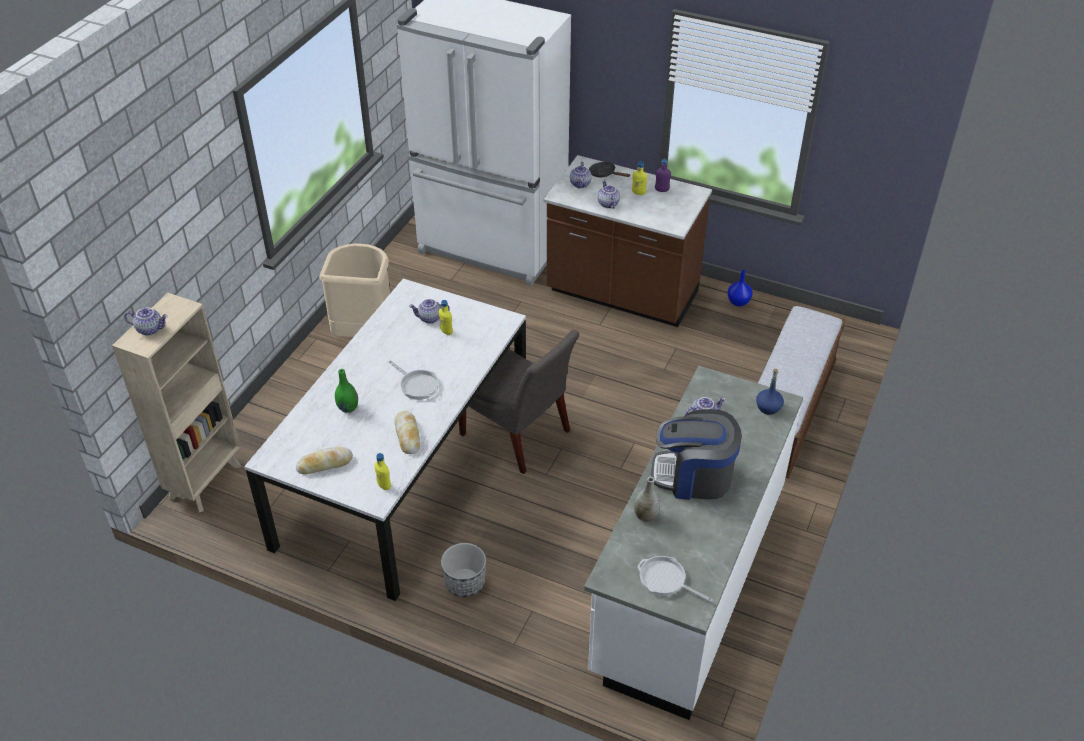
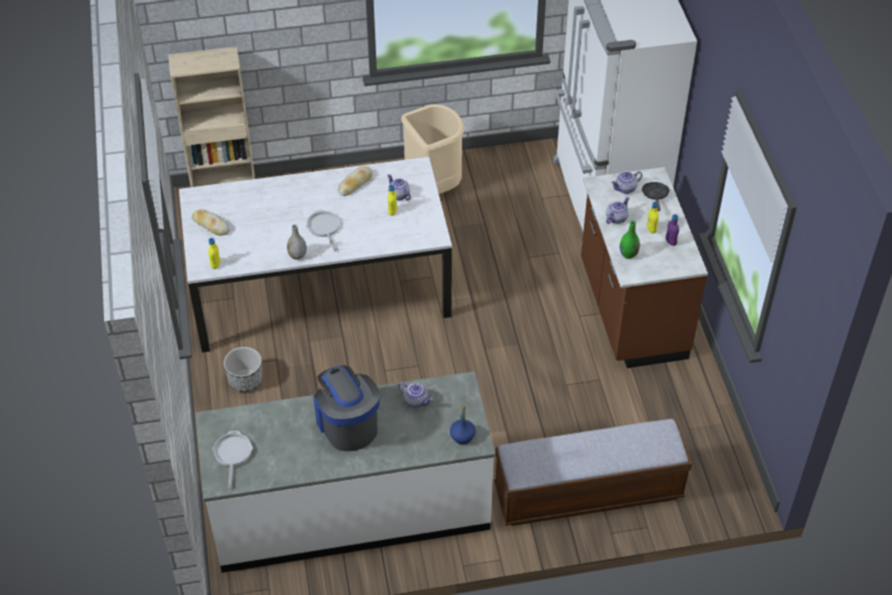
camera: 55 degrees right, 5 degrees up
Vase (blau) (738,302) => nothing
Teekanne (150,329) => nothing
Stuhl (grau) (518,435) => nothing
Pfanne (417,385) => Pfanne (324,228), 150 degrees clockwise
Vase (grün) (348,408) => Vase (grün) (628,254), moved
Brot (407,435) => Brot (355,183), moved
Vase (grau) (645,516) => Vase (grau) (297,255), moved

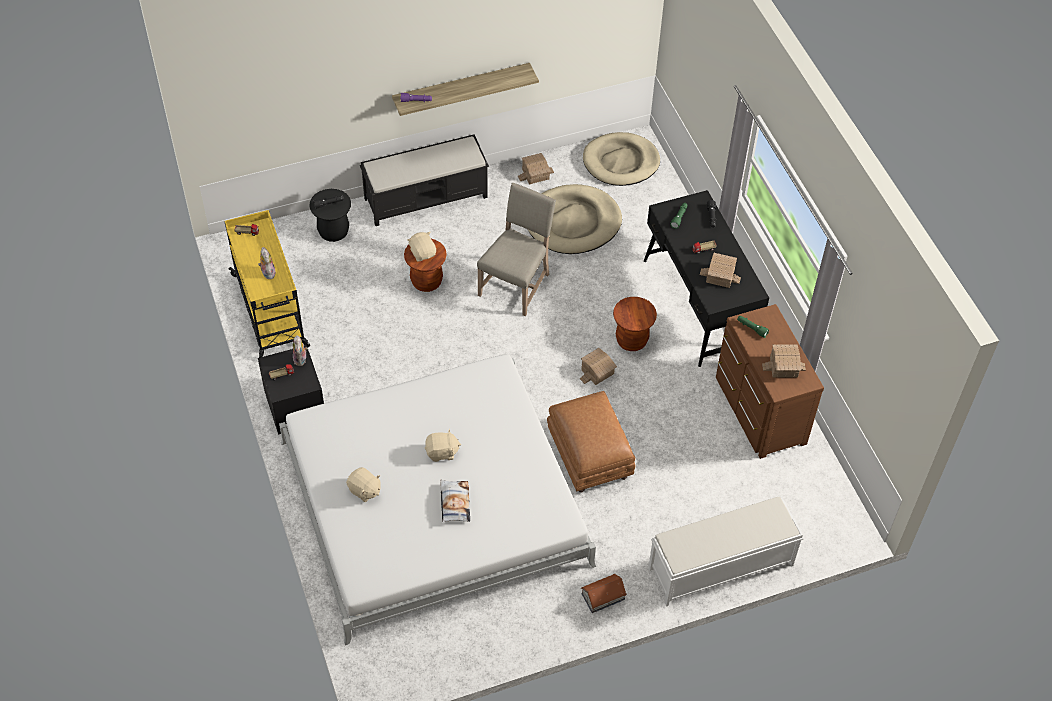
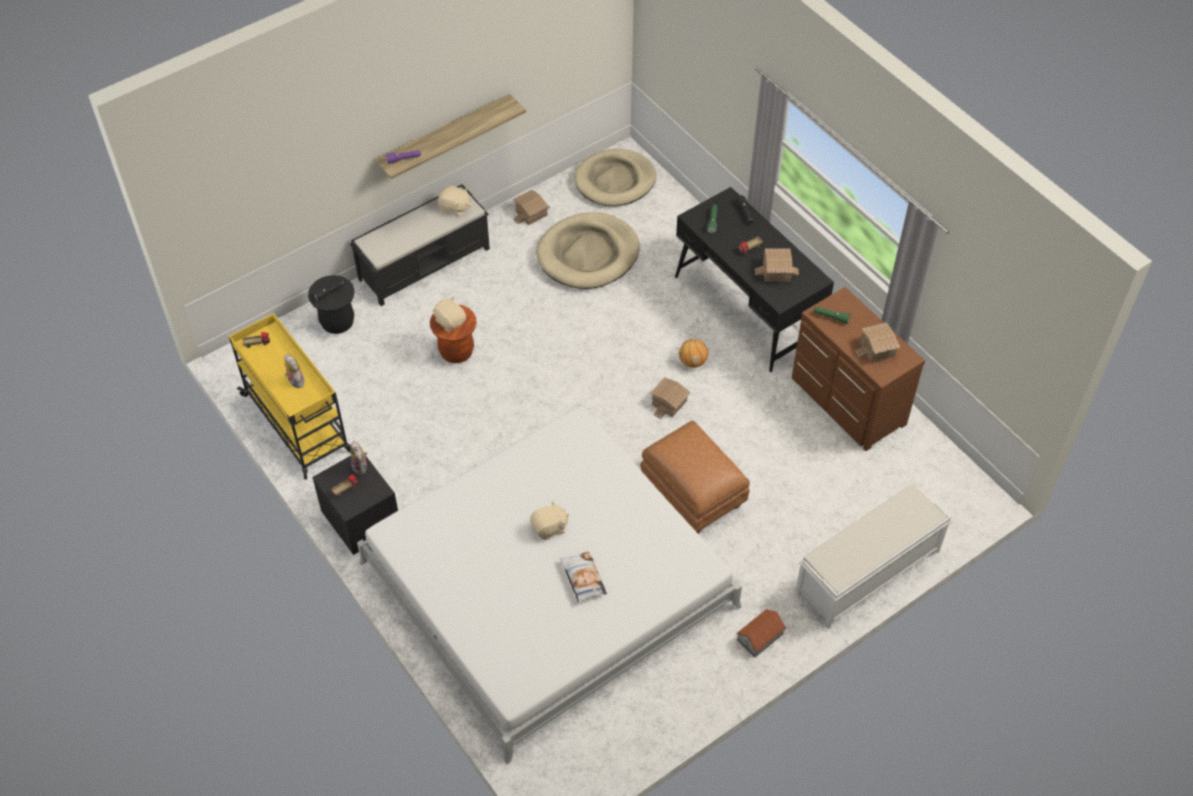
camera: 15 degrees left, 0 degrees up
Stuhl (beige) (516,284) => nothing
Hocker (braun) (631,340) => Basketball (692,362)
Plüschtier (beige) (364,490) => Plüschtier (beige) (455,208), moved

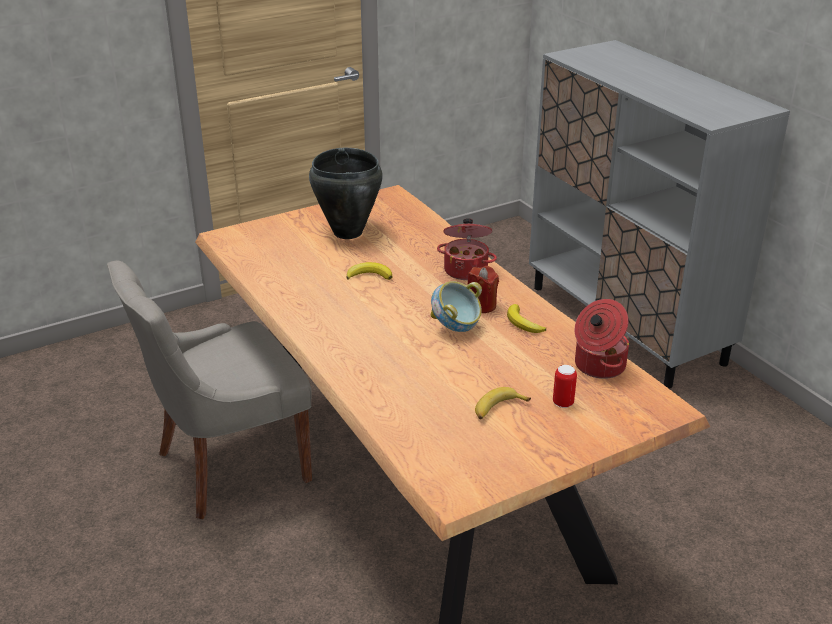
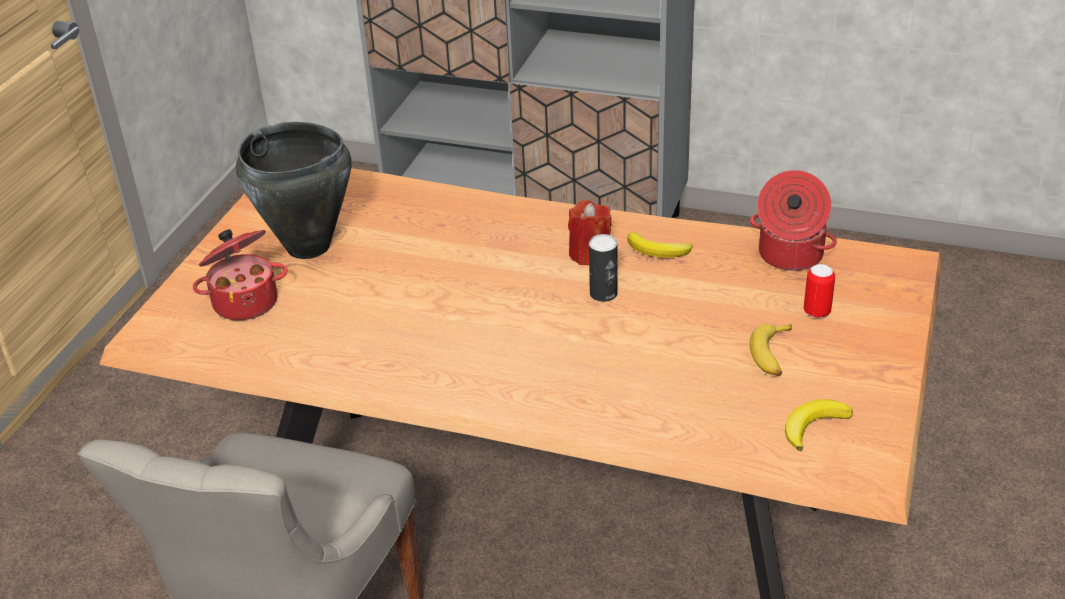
camera: 40 degrees left, 5 degrees up
Kochtopf (466,270) => Kochtopf (245,301), moved
Banane (369,275) => Banane (813,426), moved
Schüssel (456,328) => Dose (603,294)

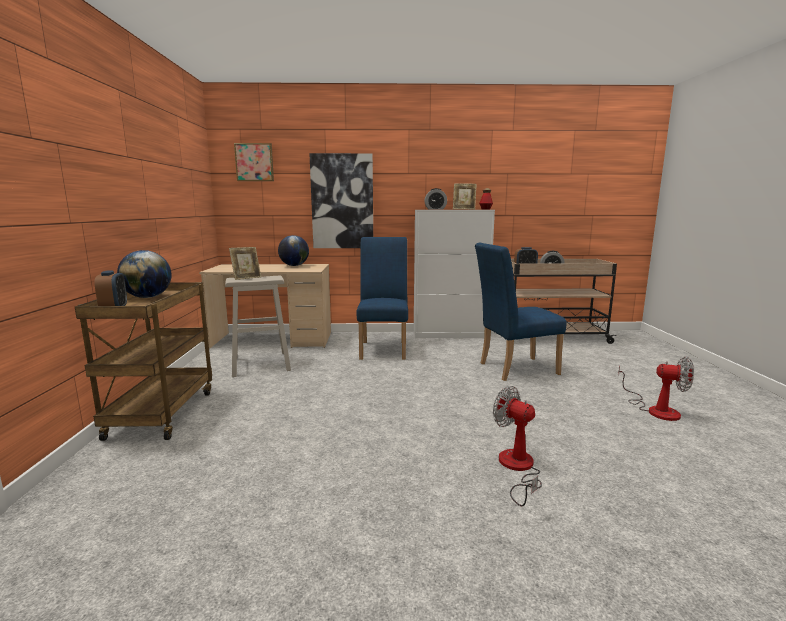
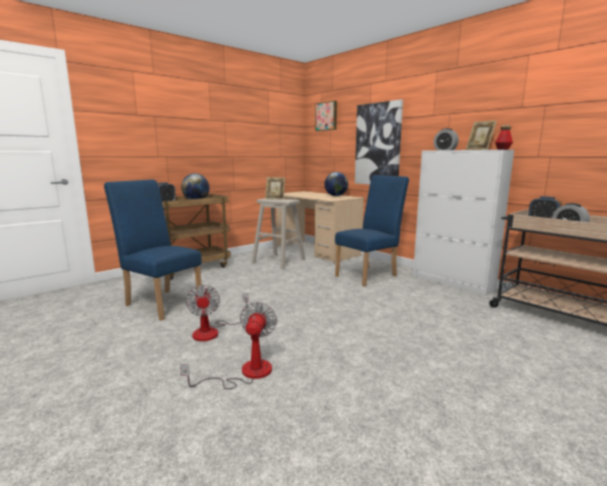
camera: 50 degrees right, 0 degrees up
Stuhl (blau) (513,369) => Stuhl (blau) (161,302), moved
Ventilator (655,409) => Ventilator (213,331), moved

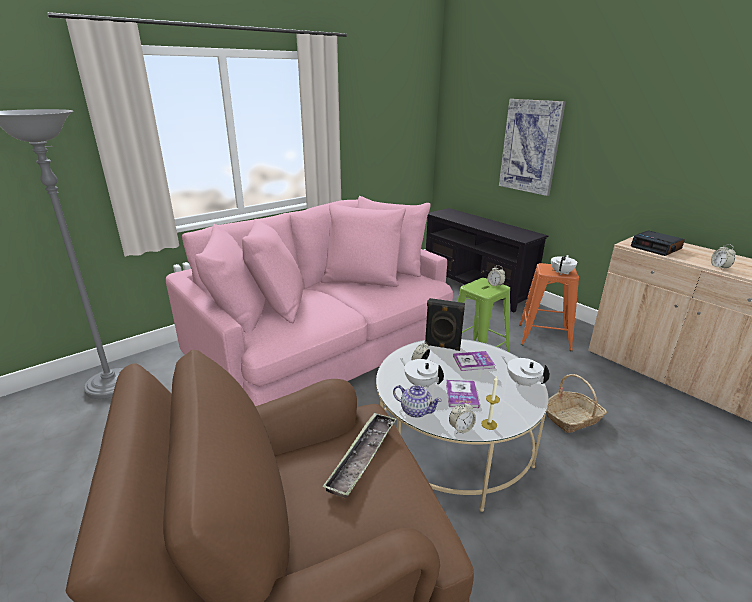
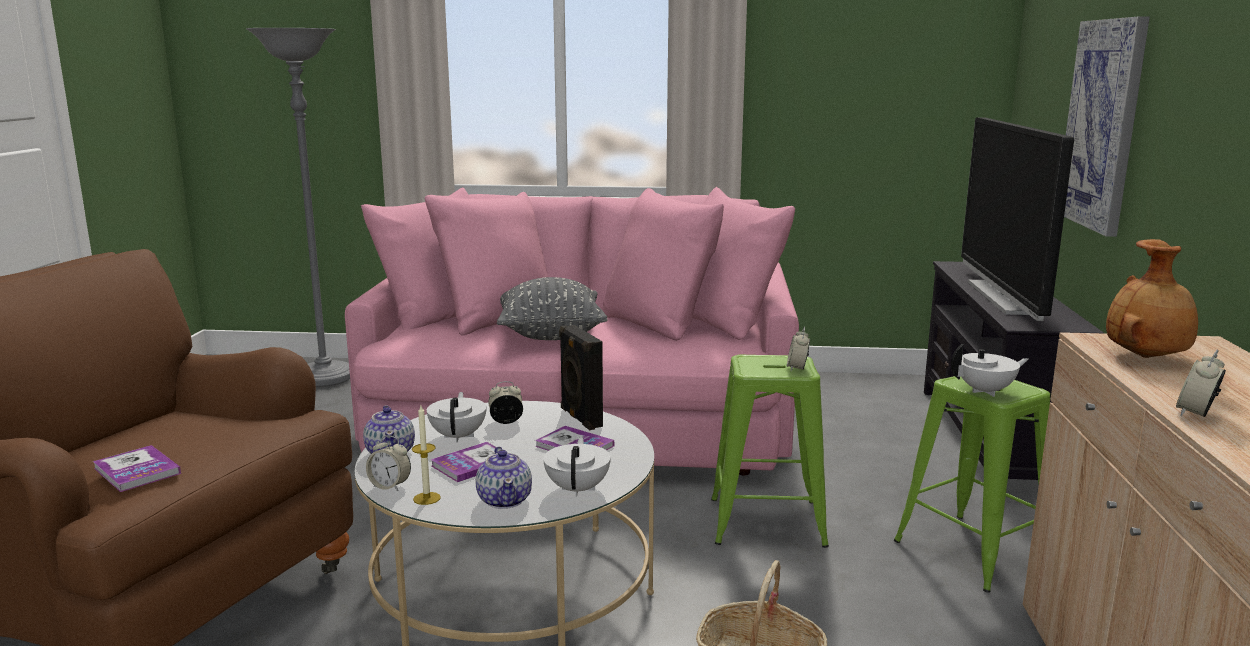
camera: 45 degrees right, 10 degrees down
Wecker (656,248) => Vase (braun) (1147,357)
Hocker (orange) (543,337) => Hocker (grün) (971,551)
Tablett (362,457) => nothing
nothing => Fernseher (1005,298)
nothing => Kissen (grau) (551,335)
nothing => Buch (137,471)
nothing => Teekanne (505,500)

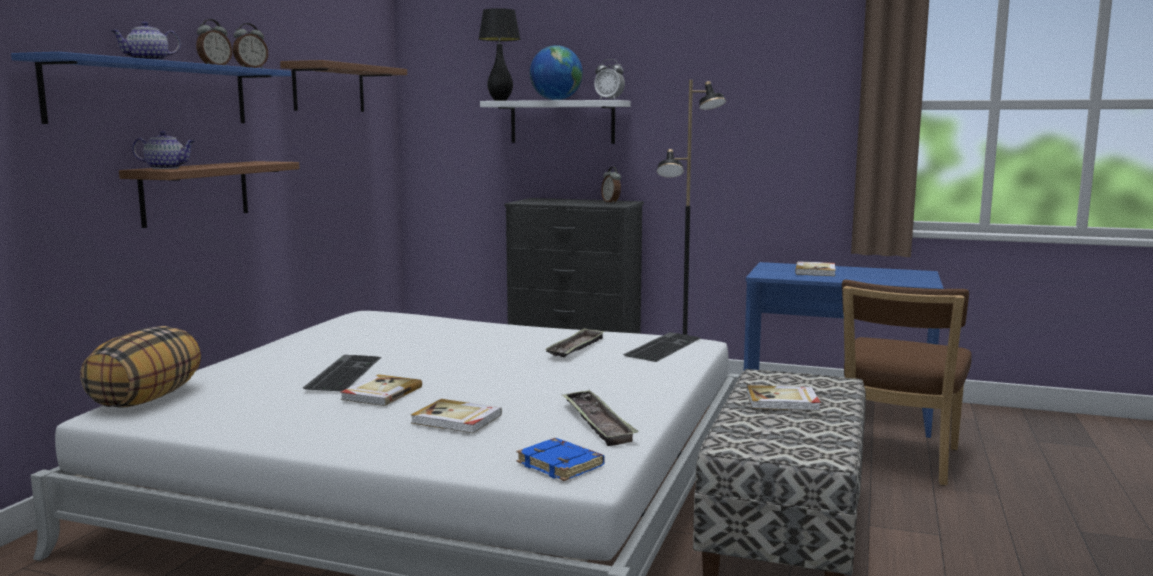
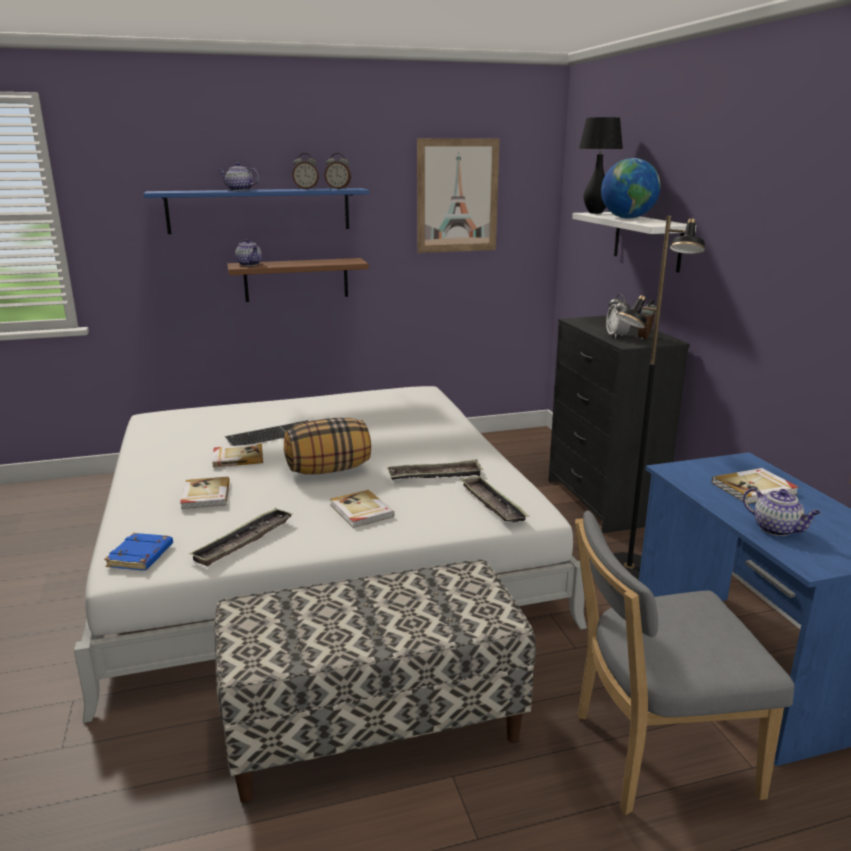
camera: 55 degrees right, 10 degrees up
Wecker (609,99) => Wecker (617,336), moved
Wandregal (braun) (329,88) => Bild (457,196)
Stuhl (braun) (896,461) => Stuhl (grau) (654,754)
Kissen (146,399) => Kissen (329,469), moved
Tastatur (662,346) => Tablett (492,504)
Buch (783,401) => Buch (361,511), moved
nothing => Teekanne (777,529)

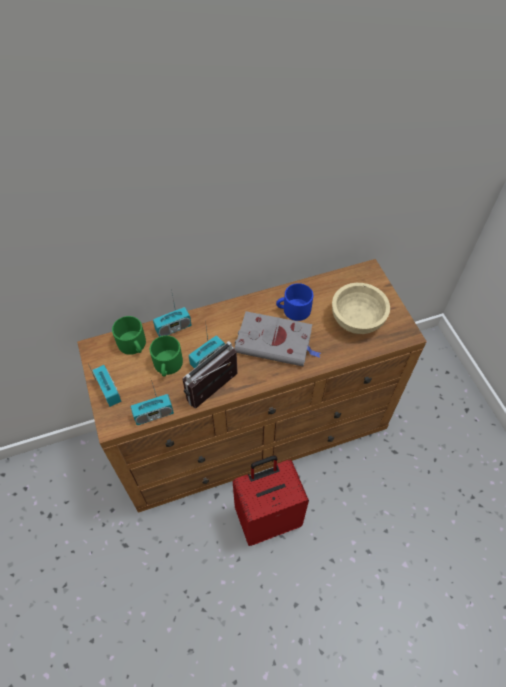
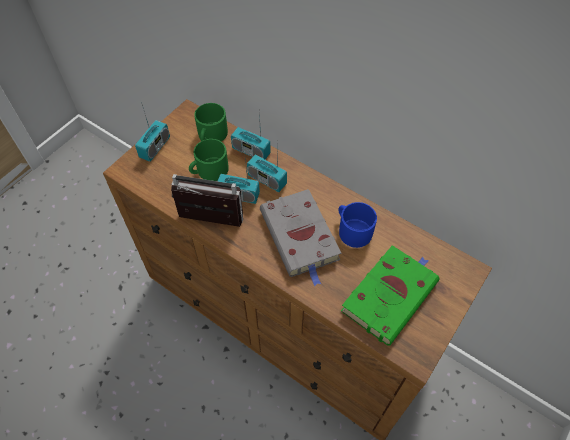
camera: 55 degrees right, 0 degrees up
Schüssel (beige) (356,320) => Buch (grün) (390,294)
Radio (154,414) => Radio (267,180), moved
Koffer (rot) (268,518) => nothing

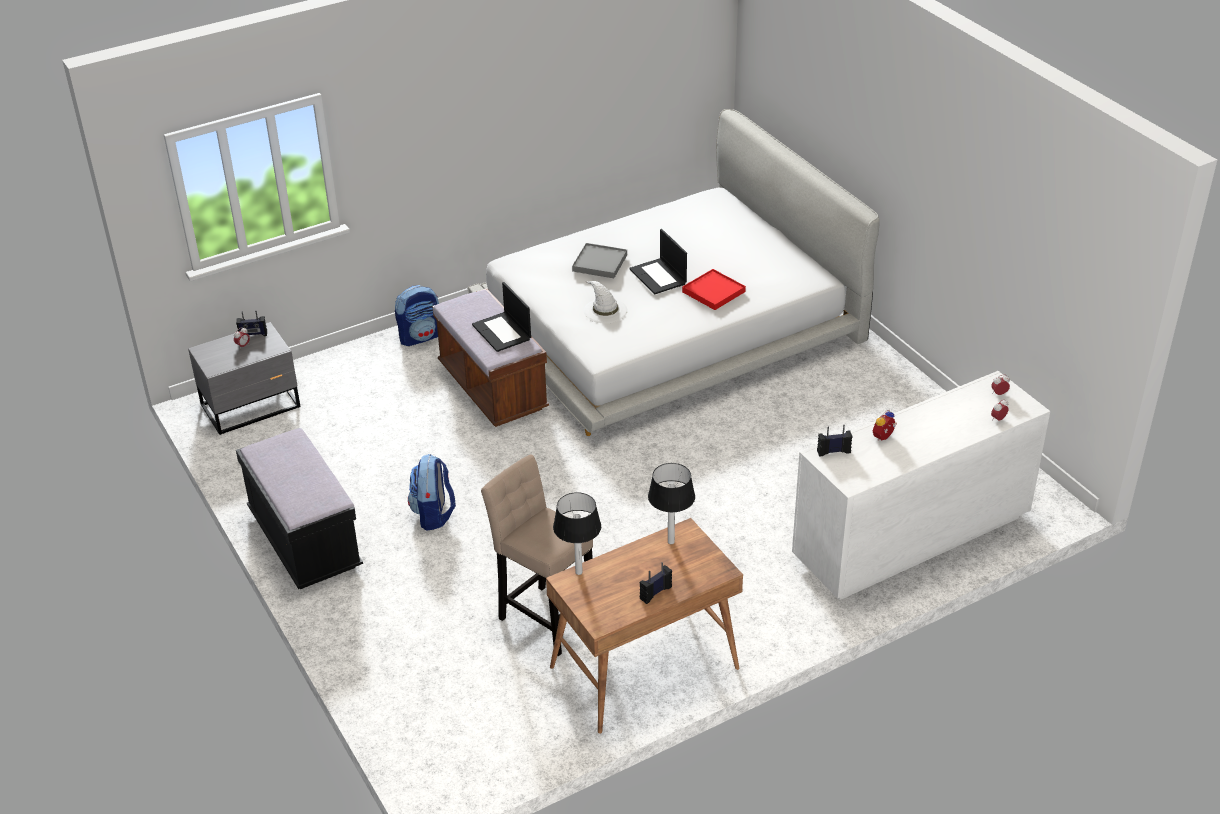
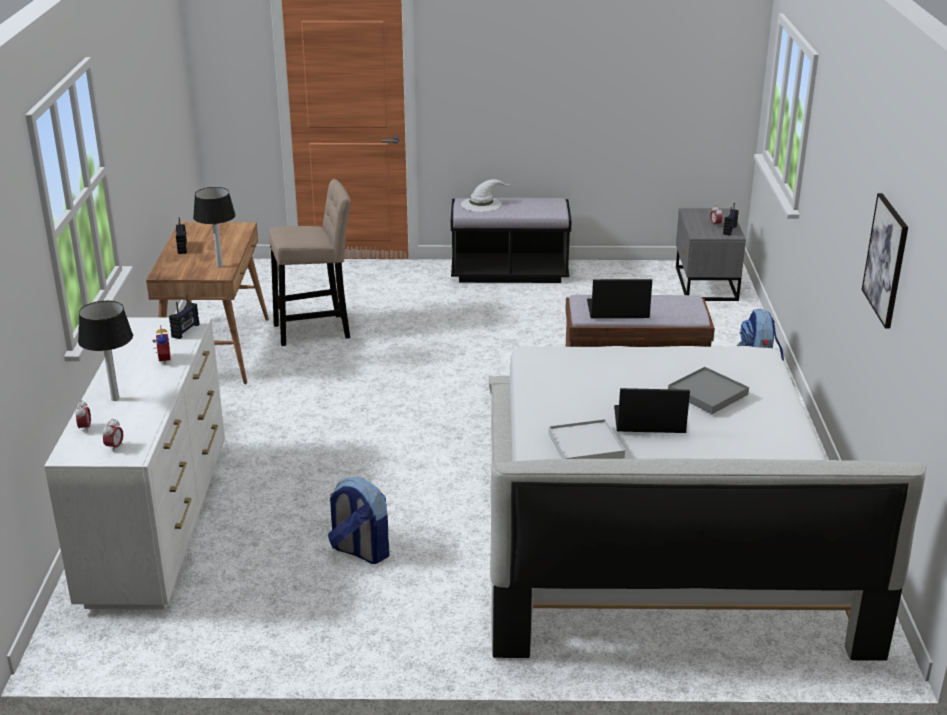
camera: 120 degrees right, 10 degrees down
Tablett (rot) (713,292) => Tablett (weiß) (585,446)
Hut (weiß) (604,310) => Hut (weiß) (482,204), moved
Rucksack (434,514) => Rucksack (359,551), moved
Tischlampe (578,572) => Tischlampe (115,398), moved
nothing => Bild (886,260)

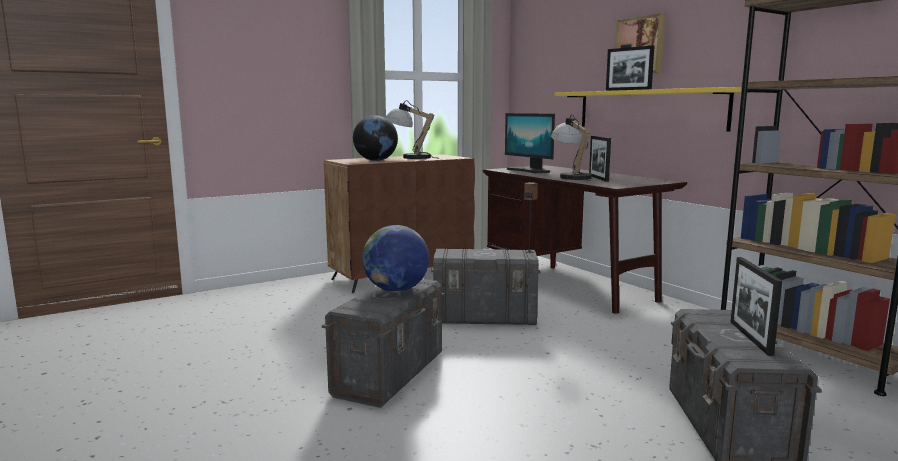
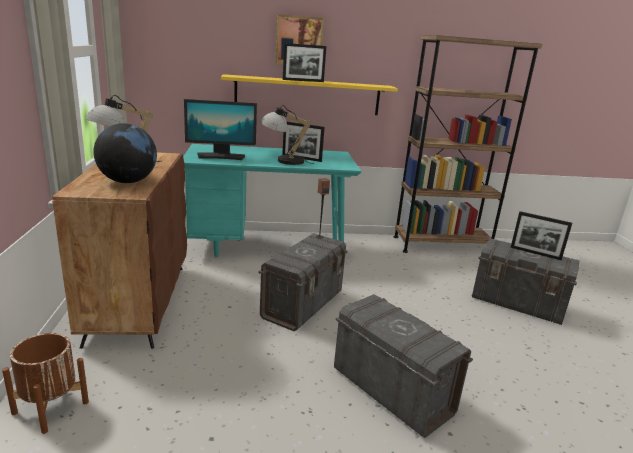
camera: 65 degrees left, 10 degrees up
Schreibtisch (braun) (571,284) => Schreibtisch (türkis) (268,247)
Globus (396,290) => nothing
nothing => Pflanzkübel (braun) (50,408)

